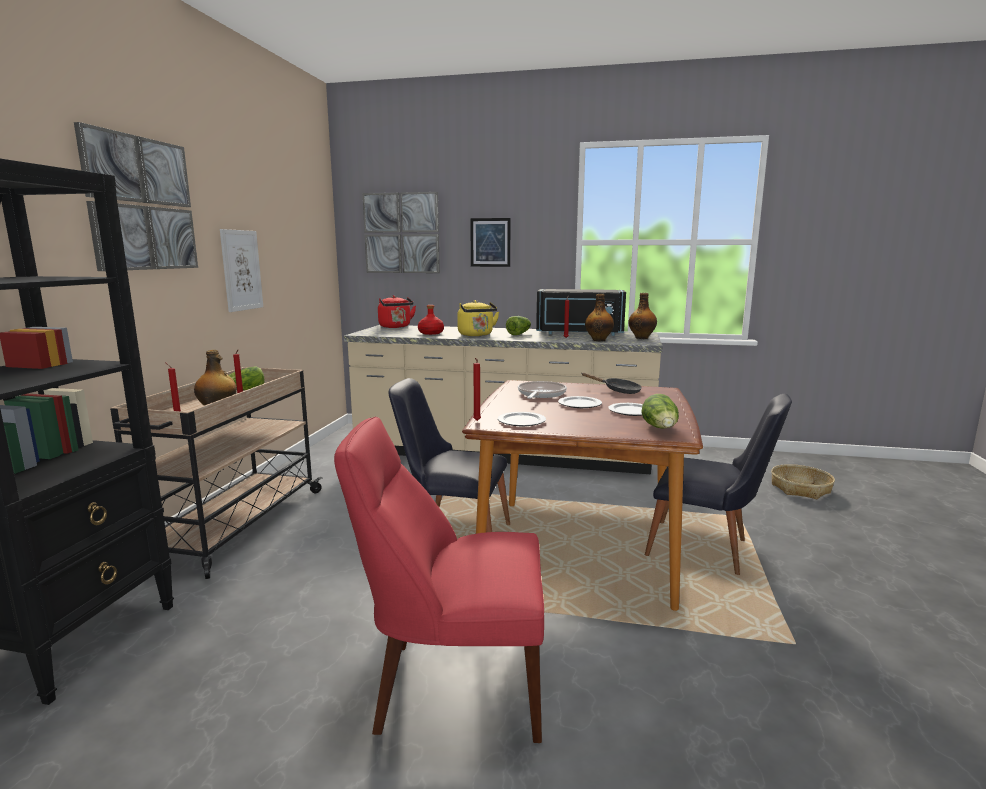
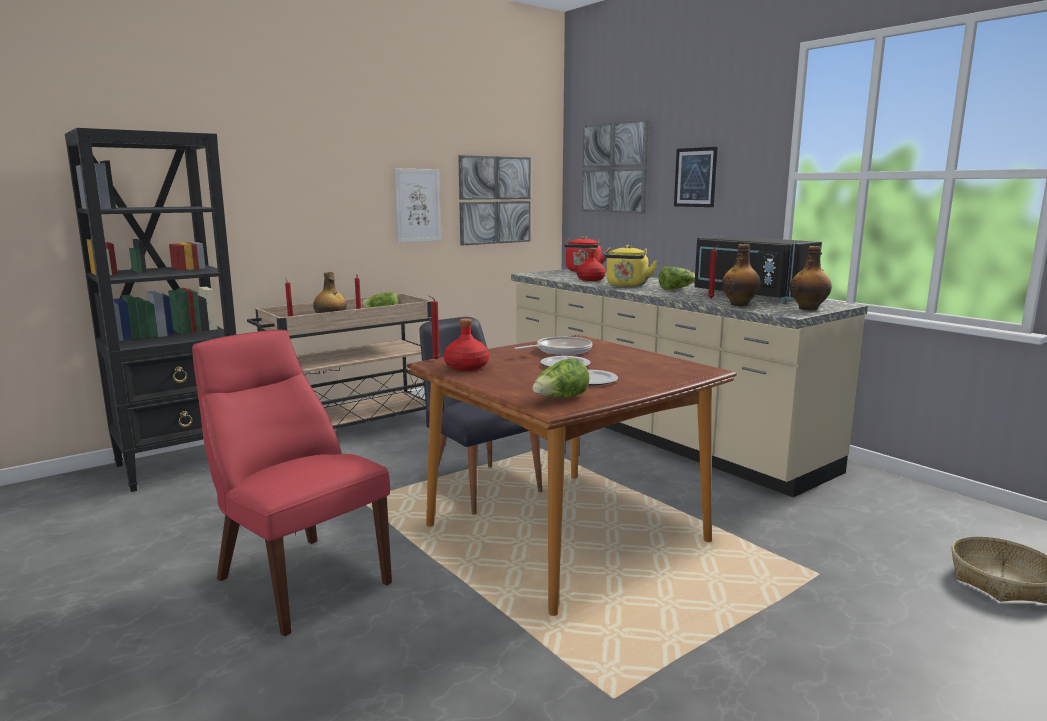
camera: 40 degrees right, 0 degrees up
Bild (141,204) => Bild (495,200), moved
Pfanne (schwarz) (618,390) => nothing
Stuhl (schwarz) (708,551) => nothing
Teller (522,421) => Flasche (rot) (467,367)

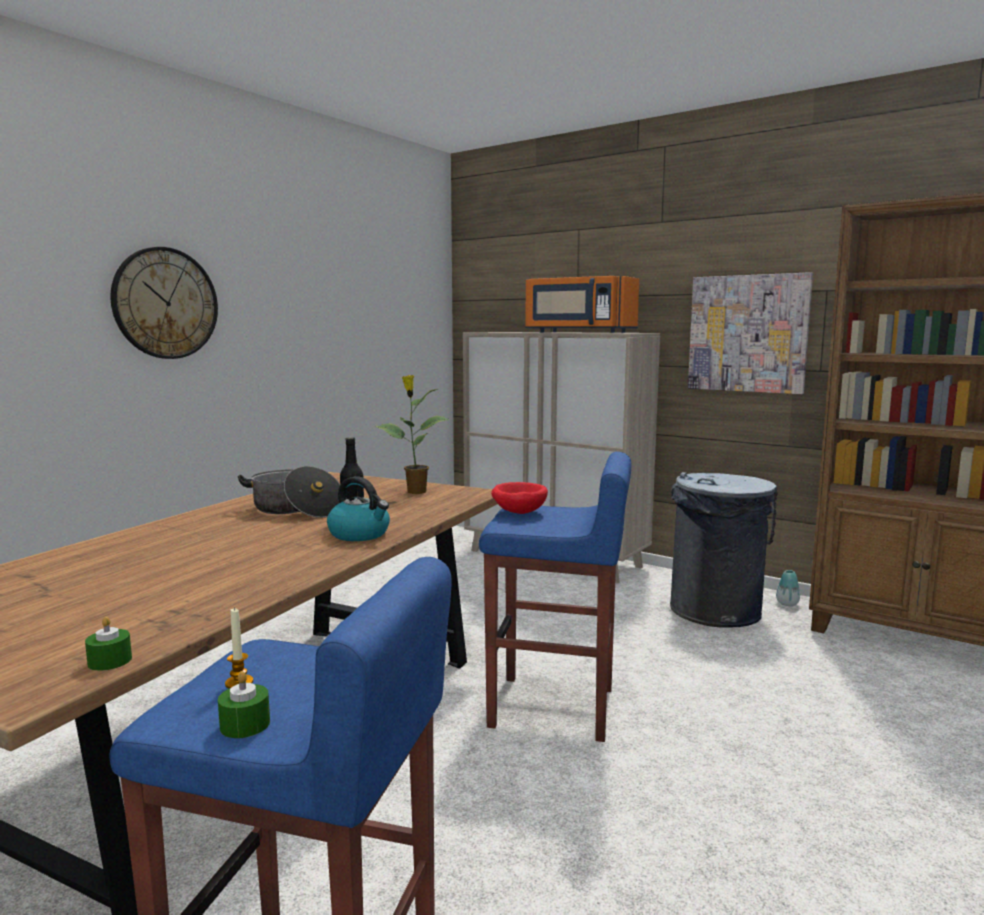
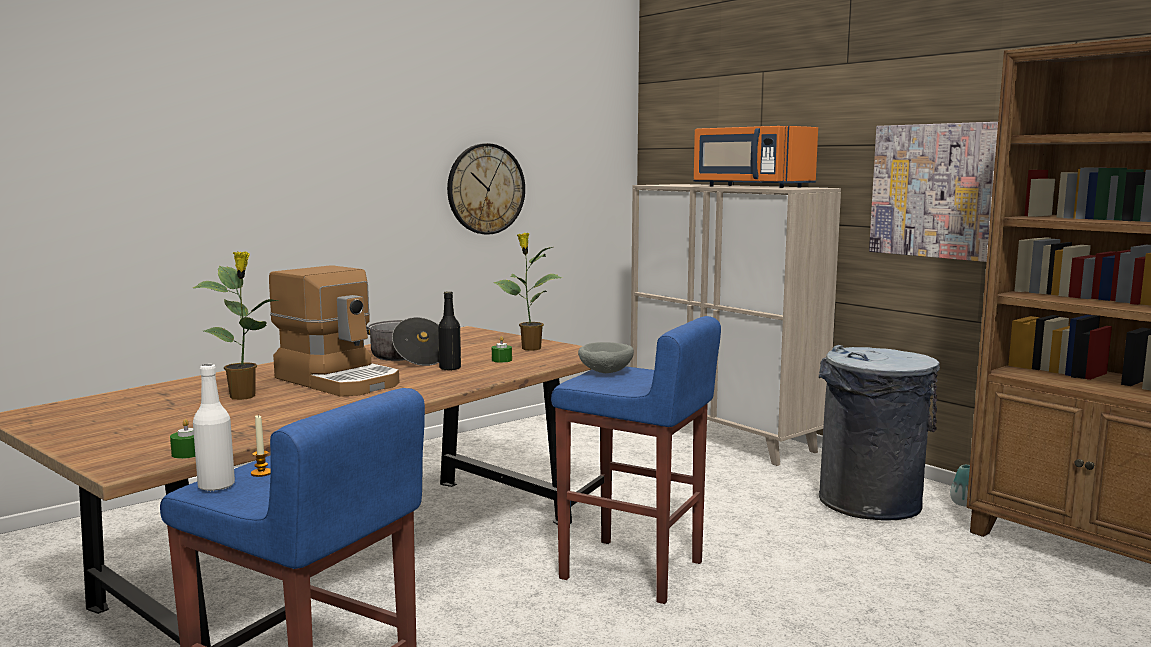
camera: 15 degrees right, 0 degrees up
Wanduhr (165,303) => Wanduhr (486,189), moved
Wasserkessel (360,534) => nothing
Schüssel (rot) (518,512) => Schüssel (grau) (604,372)
Kerze (grün) (245,724) => Kerze (grün) (501,360), moved
nothing => Topfpflanze (244,396)
nothing => Kaffeemaschine (339,380)
nothing => Flasche (weiß) (216,486)

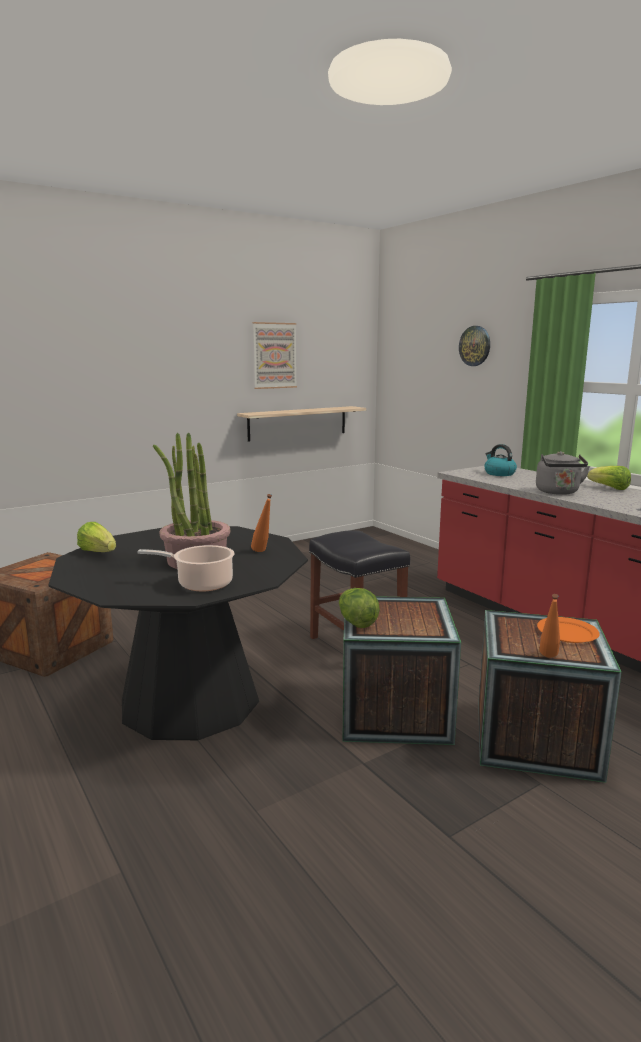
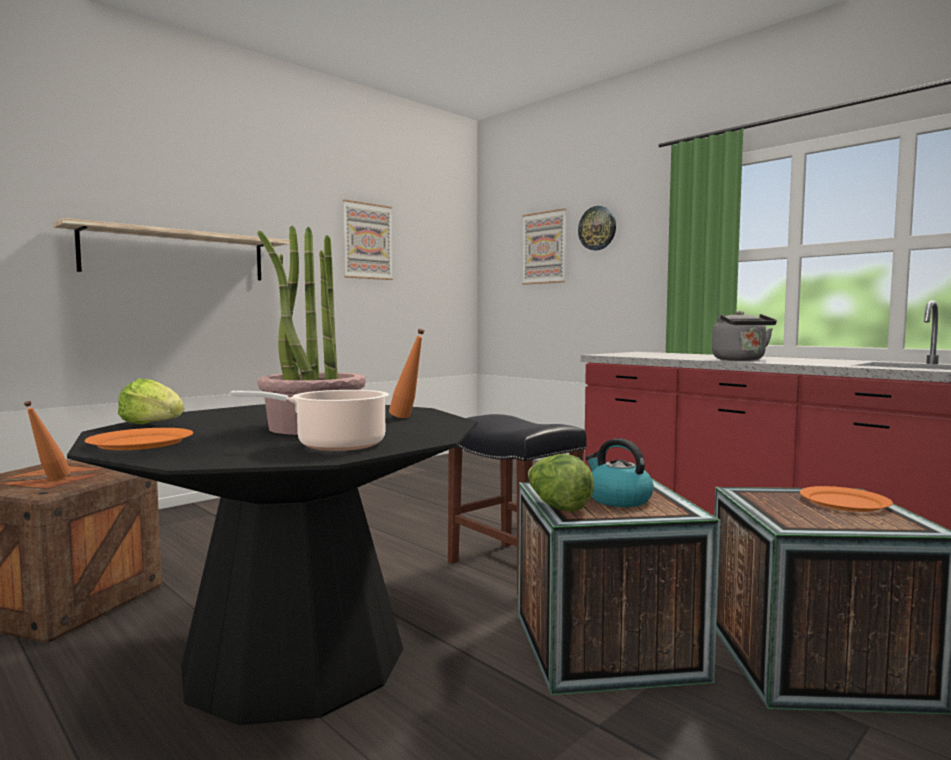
camera: 10 degrees left, 10 degrees down
Wandregal (298,423) => Wandregal (176,255), moved
Wasserkessel (499,473) => Wasserkessel (618,499), moved
Salatkopf (609,488) => nothing
Flasche (orange) (548,658) => Flasche (orange) (49,481), moved
nothing => Bild (544,248)
nothing => Teller (orange) (141,442)

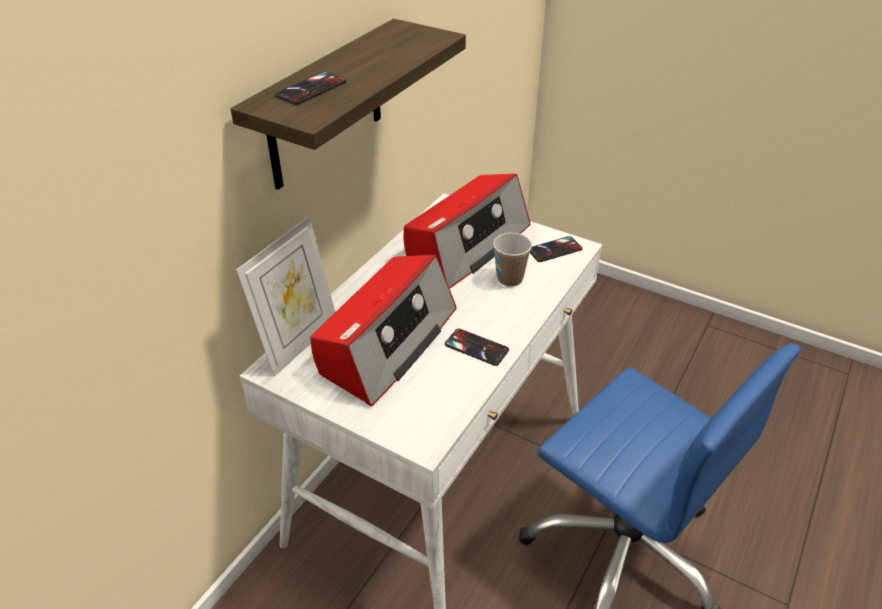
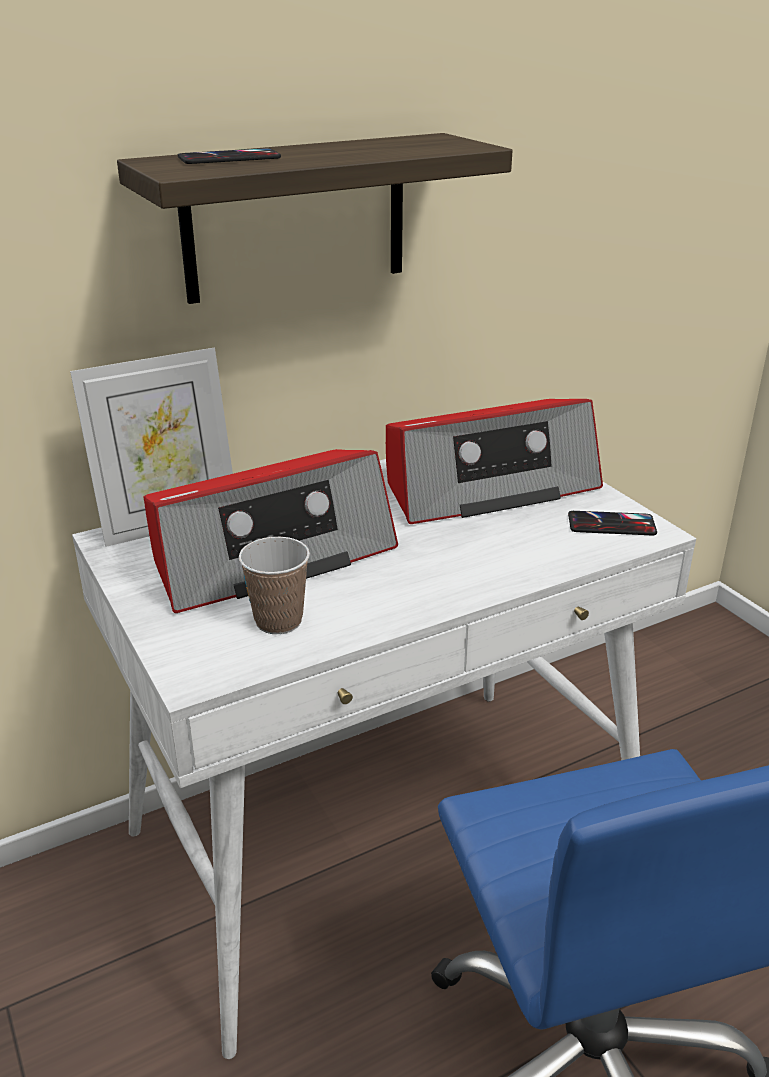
camera: 30 degrees right, 10 degrees down
Tasse (509,279) => Tasse (278,621), moved
Handy (476,347) => nothing

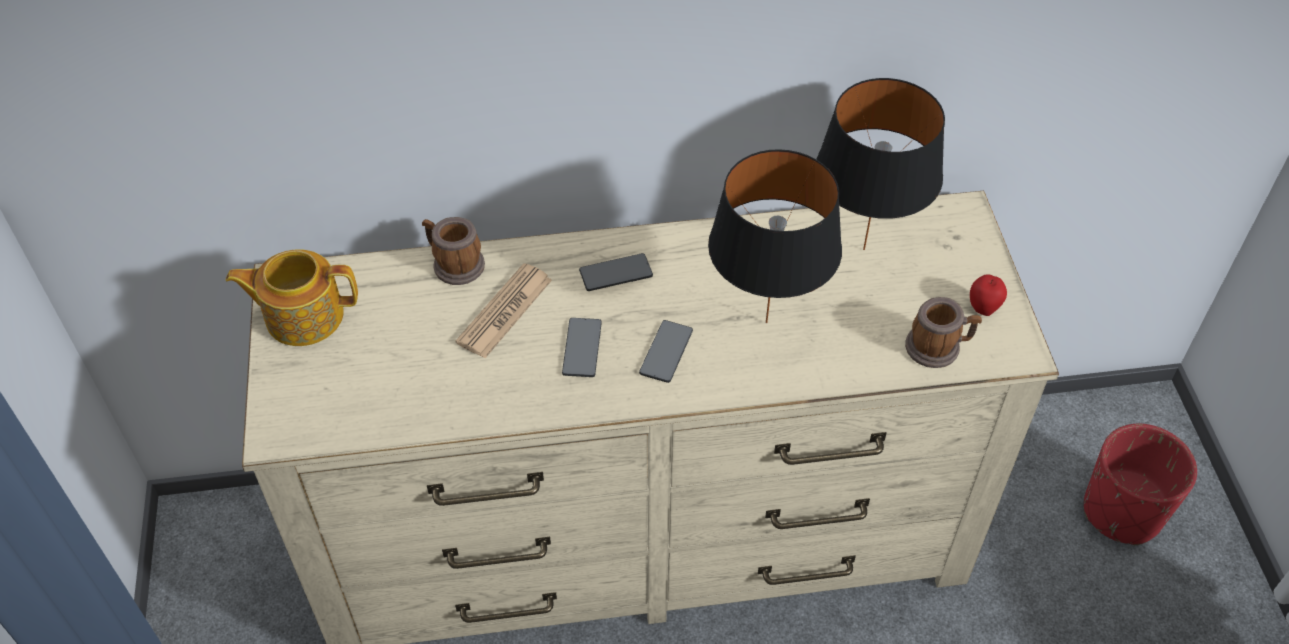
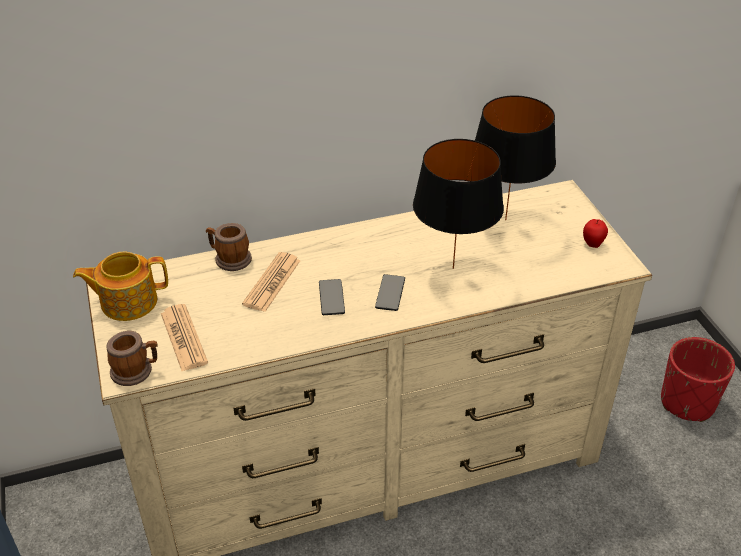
camera: 10 degrees left, 10 degrees down
Handy (616,273) => nothing
Henkelbecher (938,347) => Henkelbecher (136,370), moved
nothing => Zeitung (183,338)

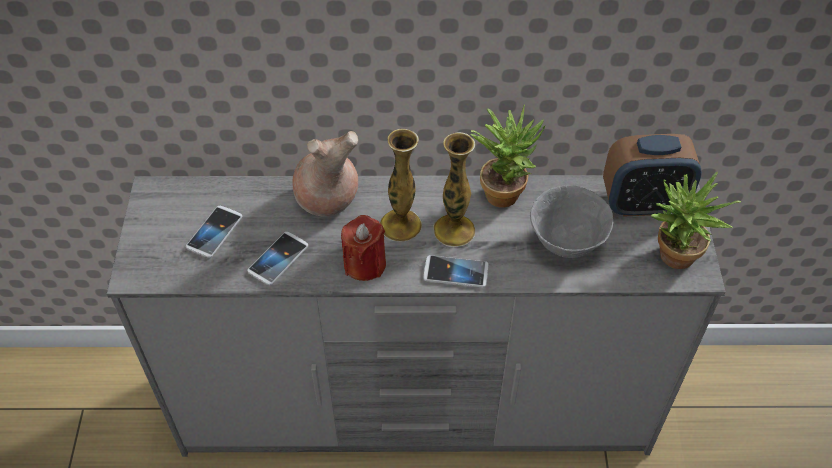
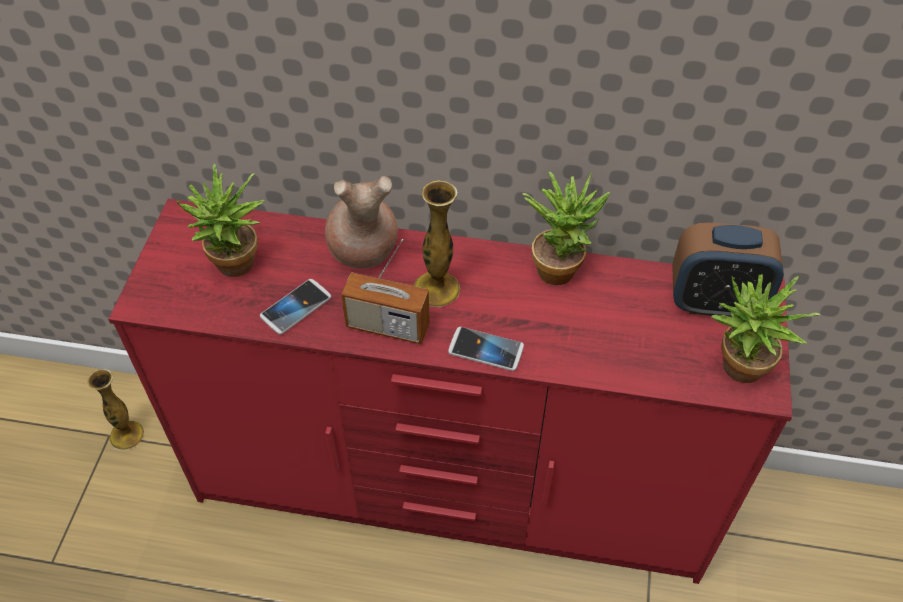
camera: 10 degrees right, 0 degrees up
Vase (454,230) => Vase (127,435), moved
Kommode (grau) (417,406) => Kommode (rot) (453,488)
Schüssel (grau) (566,242) => nothing
Handy (214,232) => Topfpflanze (235,269)
Kerze (rot) (365,264) => Radio (388,326)

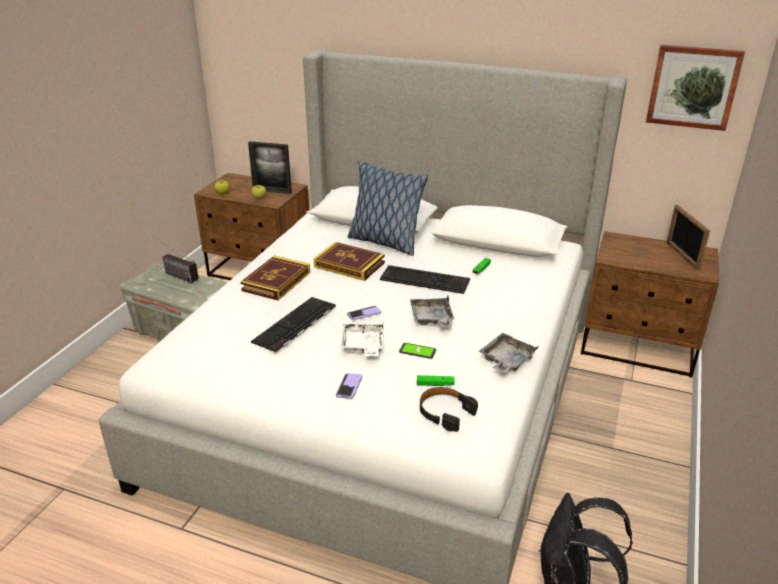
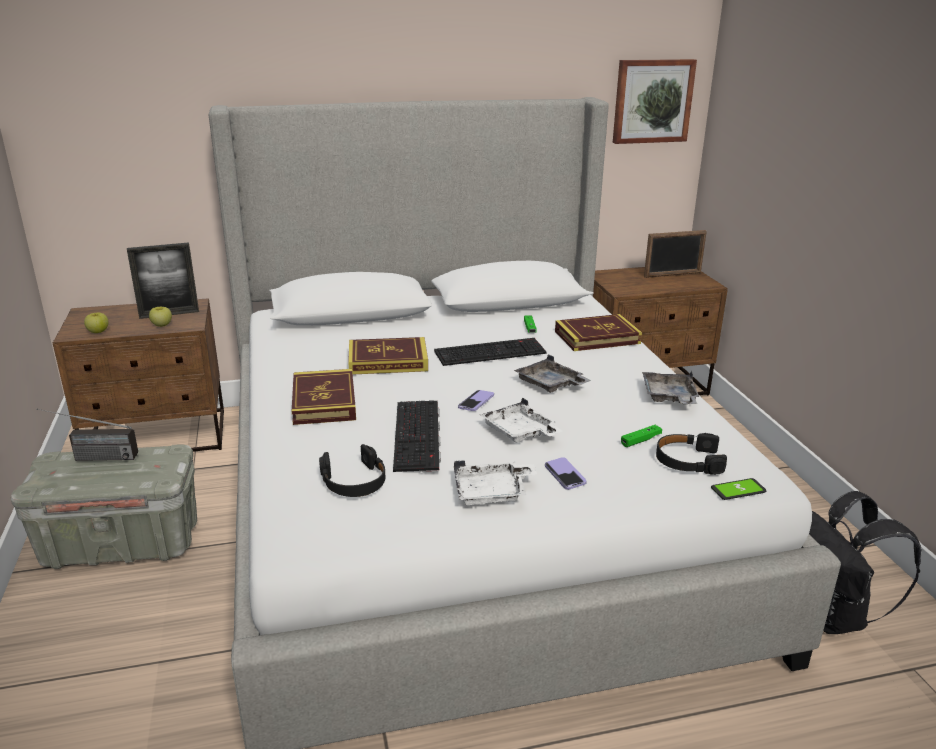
camera: 35 degrees left, 5 degrees down
Kissen (384,242) => nothing
Bilderrahmen (682,255) => Bilderrahmen (672,275), 60 degrees counterclockwise
Handy (417,351) => Handy (738,490), moved
nothing => Buch (597,337)
nothing => Kopfhörer (schwarz) (354,481)
nothing => Tablett (weiß) (492,493)

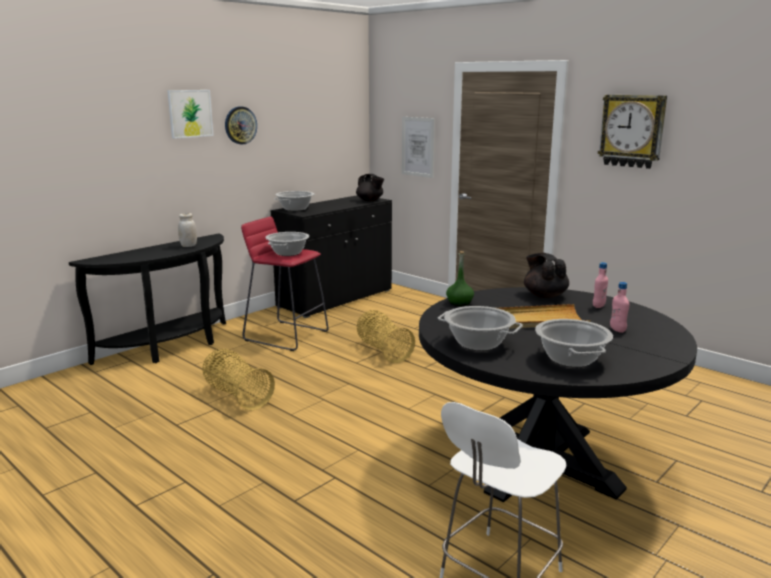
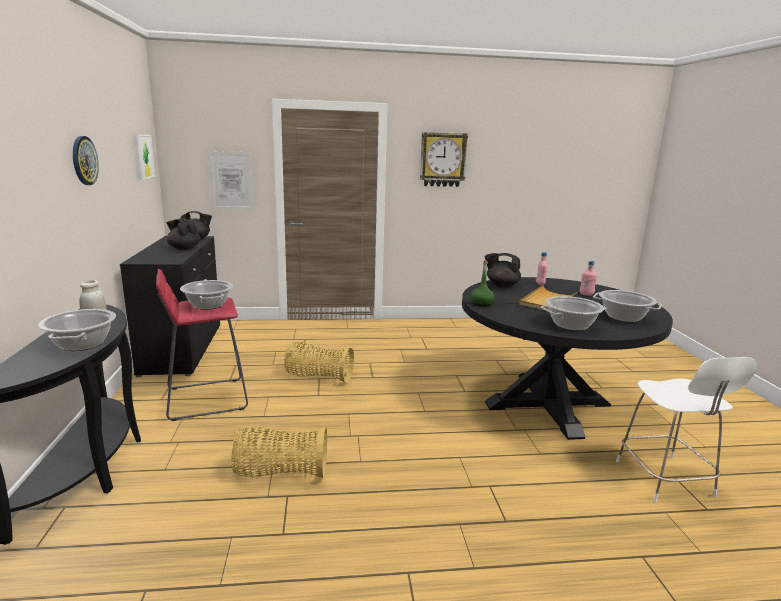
camera: 50 degrees left, 0 degrees up
Bild (190,113) => Bild (143,156), moved
Kochtopf (295,209) => Kochtopf (82,344), moved
nothing => Teekanne (schwarz) (184,248)

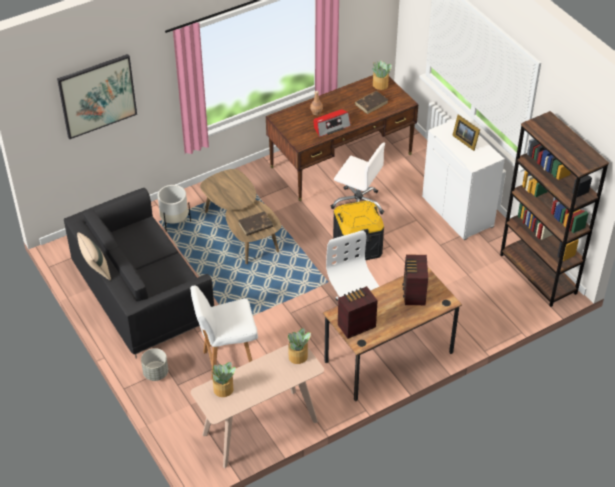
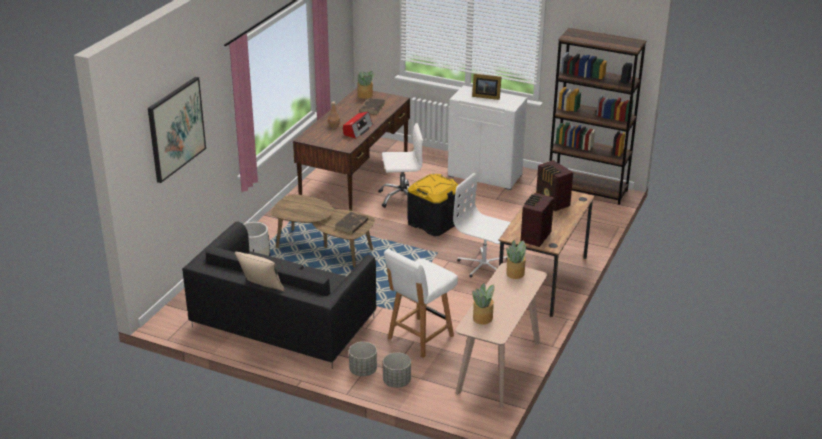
camera: 35 degrees left, 15 degrees down
nothing => Pflanzkübel (grau) (396,382)

